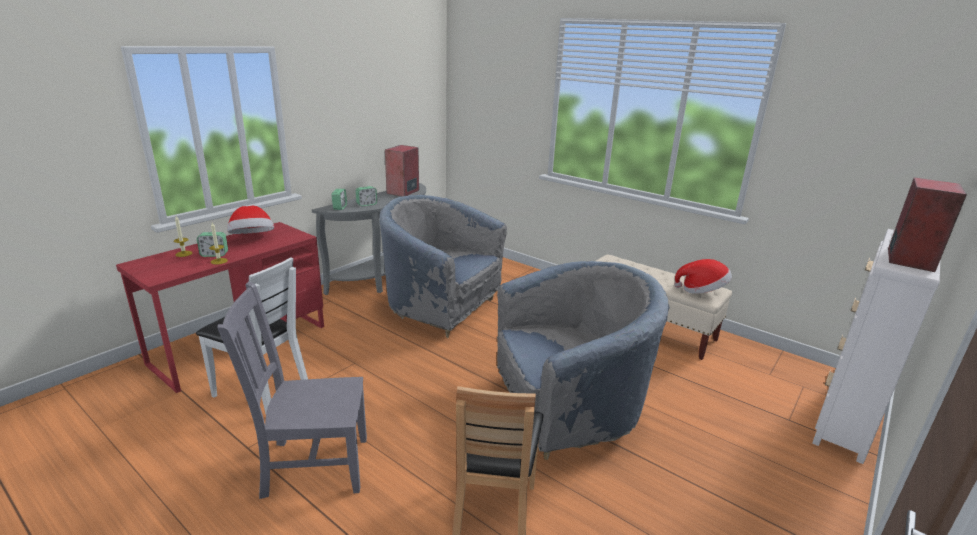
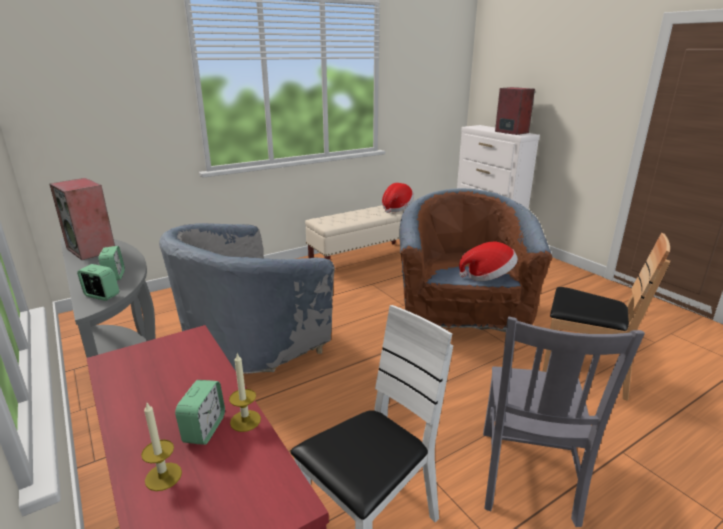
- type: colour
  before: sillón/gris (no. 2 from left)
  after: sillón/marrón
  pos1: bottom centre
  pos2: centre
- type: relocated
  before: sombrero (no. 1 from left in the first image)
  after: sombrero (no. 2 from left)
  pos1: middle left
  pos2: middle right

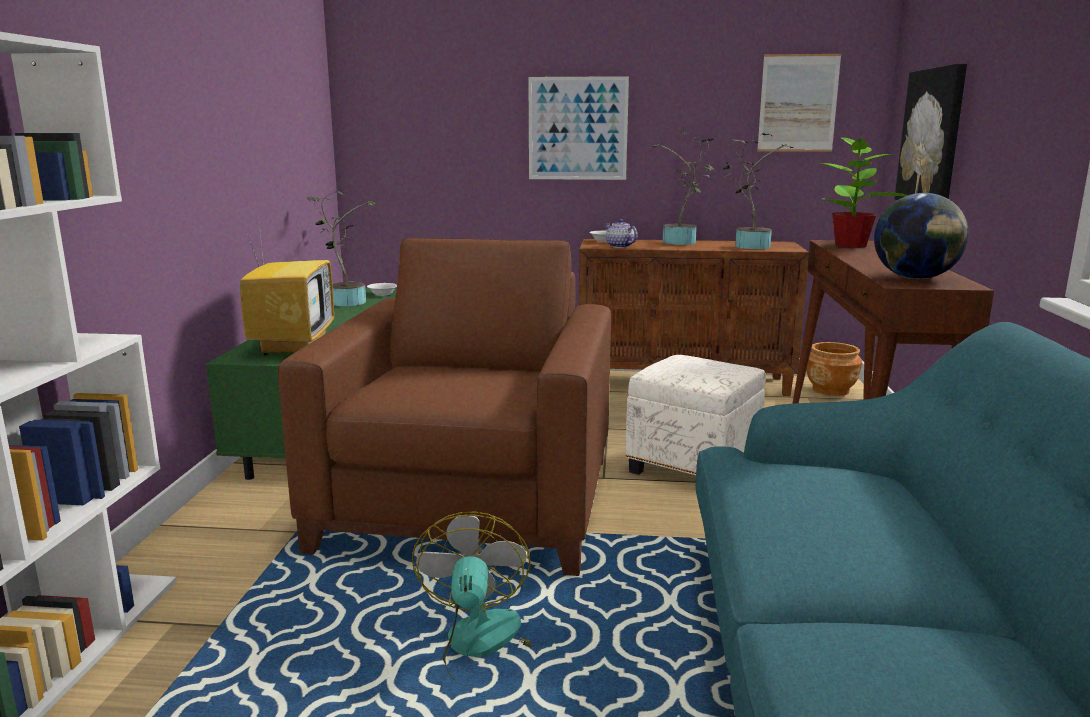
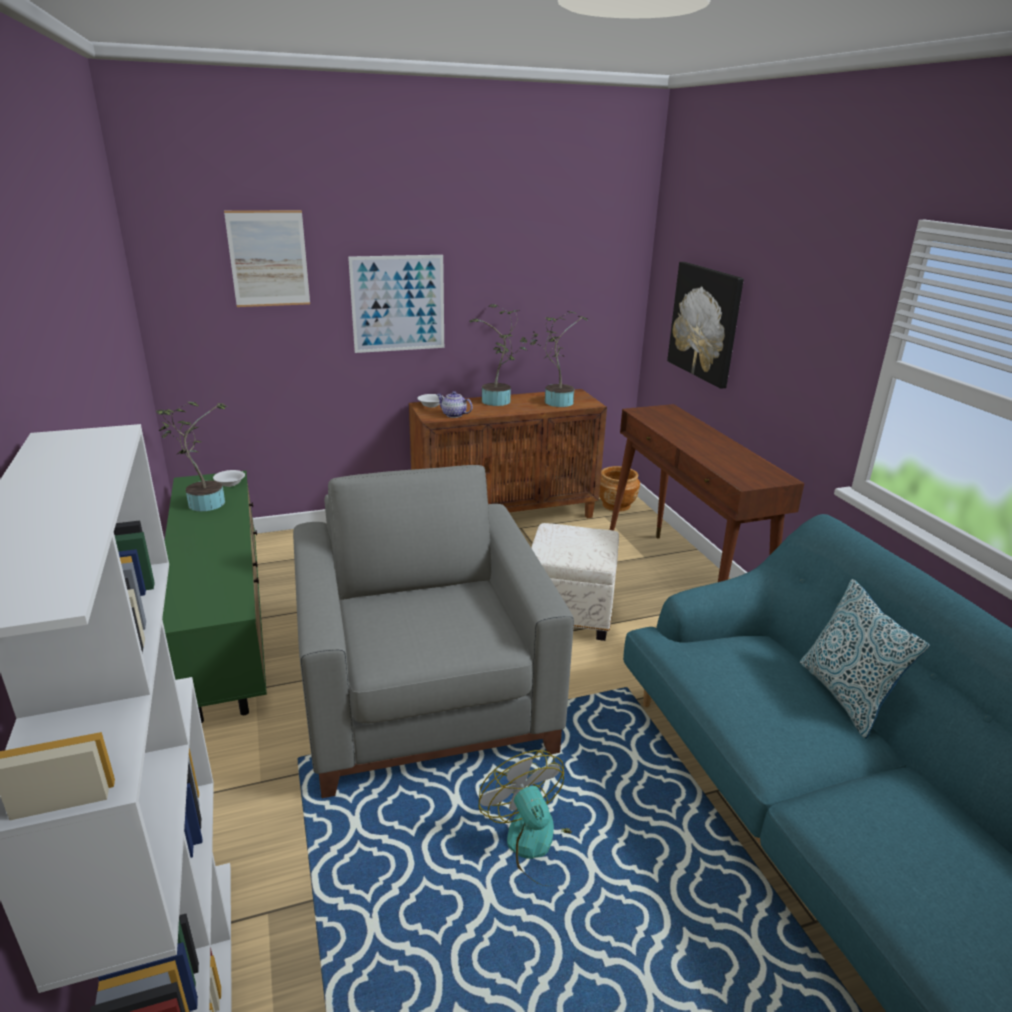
- type: relocated
  before: cuadro (no. 2 from left in the first image)
  after: cuadro (no. 1 from left)
  pos1: top right
  pos2: top left
- type: colour
  before: sillón/marrón
  after: sillón/gris
  pos1: centre
  pos2: centre
- type: appeared
  after: cojín
  pos2: middle right
- type: missing
  before: televisor
  pos1: middle left
- type: missing
  before: planta en maceta (no. 4 from left)
  pos1: top right
- type: missing
  before: globo terráqueo
  pos1: top right

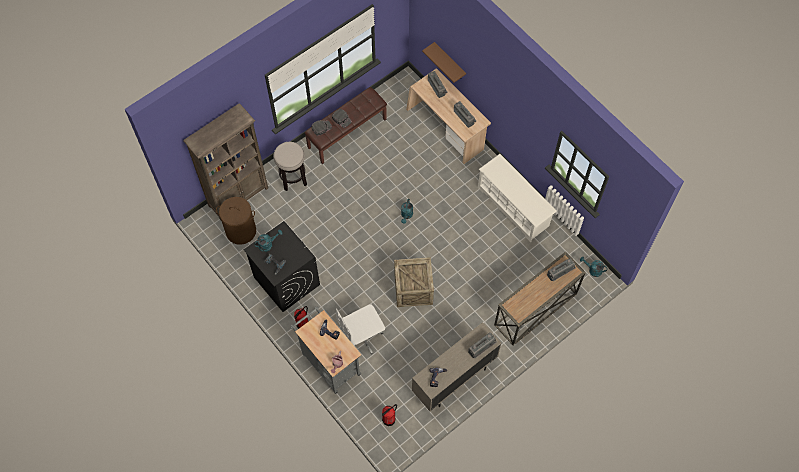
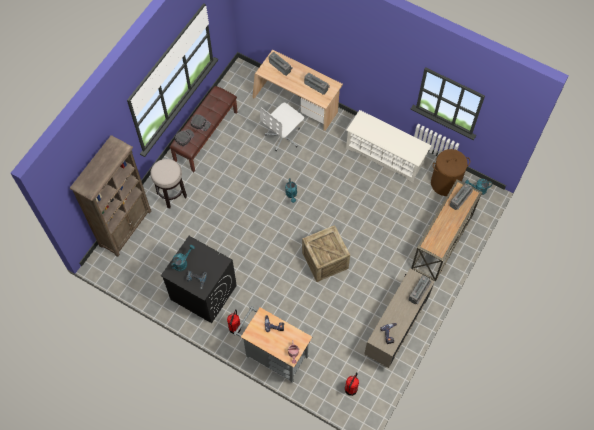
- type: relocated
  before: silla de oficina/blanco
  pos1: bottom centre
  pos2: top centre
- type: relocated
  before: cesto de la ropa/marrón
  pos1: middle left
  pos2: middle right
- type: missing
  before: estante/marrón
  pos1: top centre

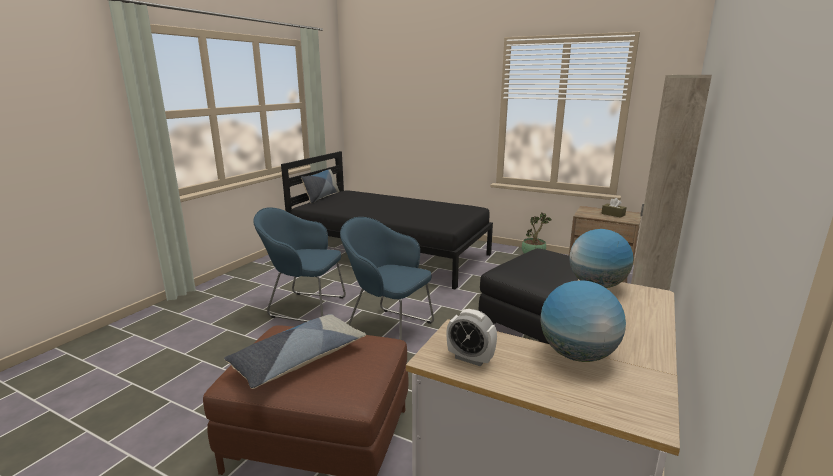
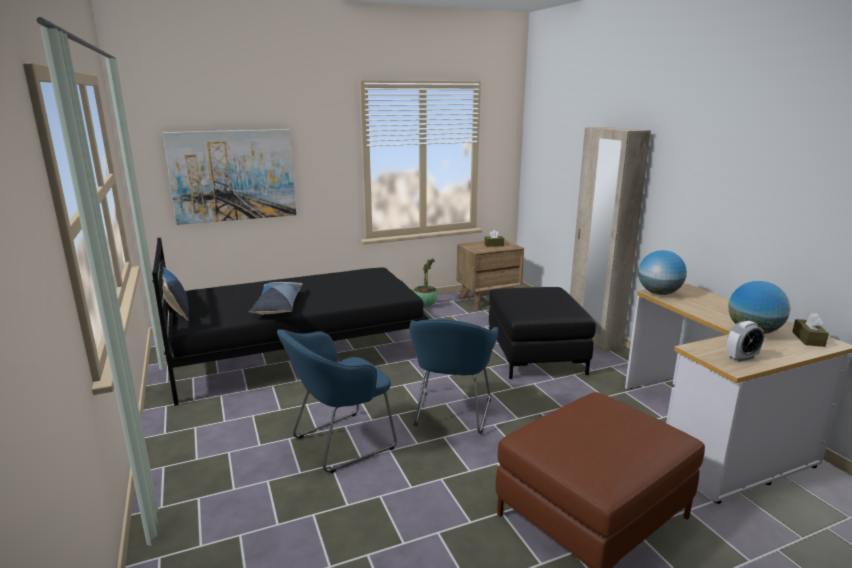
- type: appeared
  after: cuadro
  pos2: top left
- type: relocated
  before: cojín (no. 1 from left in the first image)
  after: cojín (no. 2 from left)
  pos1: bottom centre
  pos2: middle left
- type: spun
  before: sillón/azul (no. 2 from left)
  pos1: centre
  pos2: centre
  turn: -60
- type: appeared
  after: caja de pañuelos/marrón (no. 2 from left)
  pos2: middle right

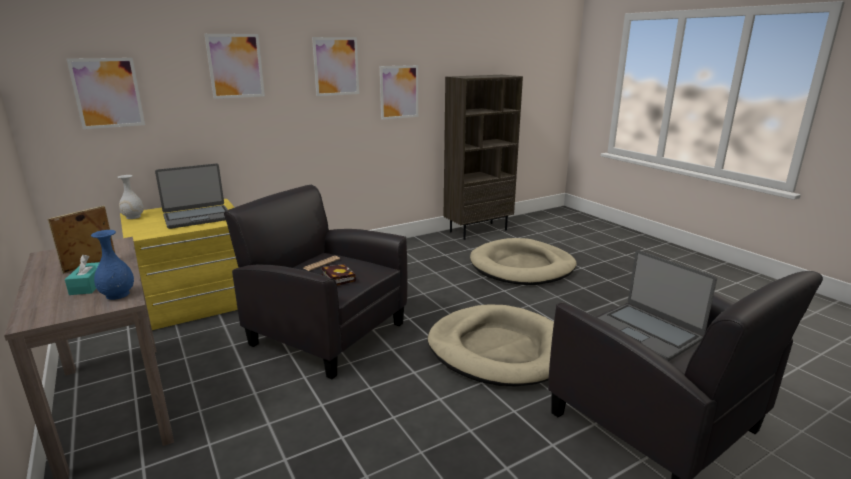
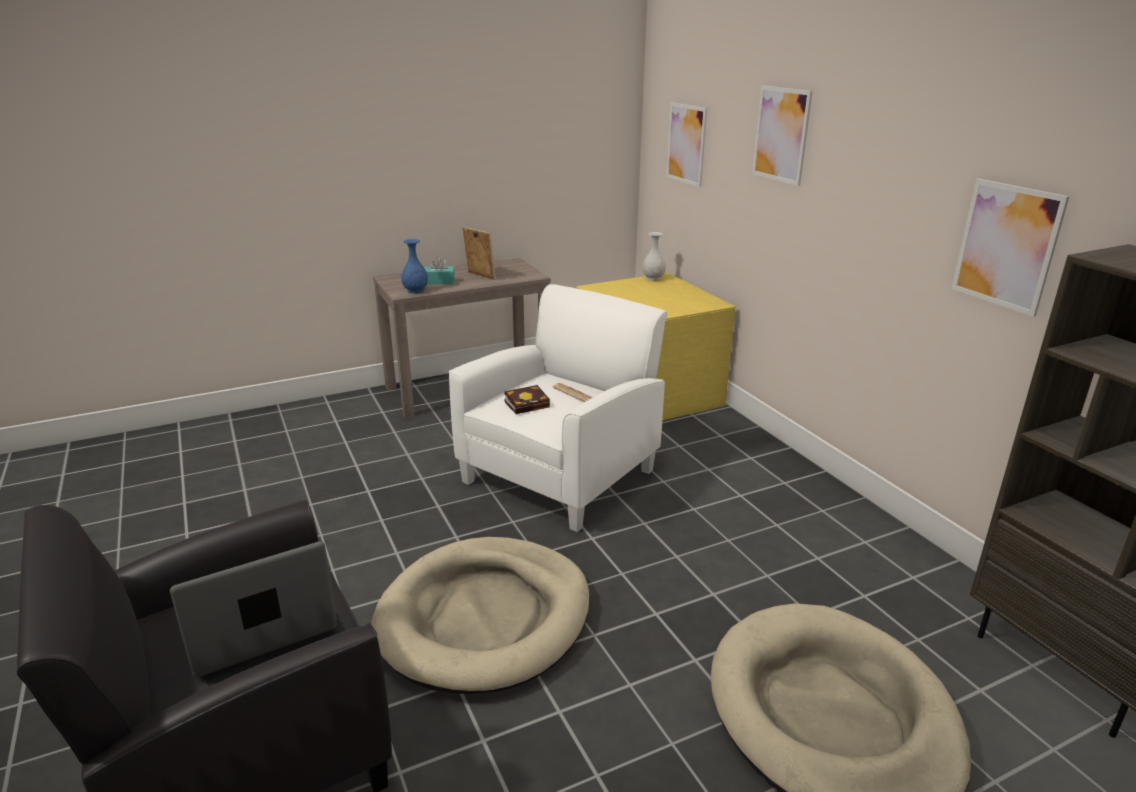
- type: colour
  before: sillón/negro (no. 1 from left)
  after: sillón/blanco
  pos1: centre
  pos2: centre
- type: missing
  before: portátil (no. 1 from left)
  pos1: middle left
- type: missing
  before: cuadro (no. 3 from left)
  pos1: top centre

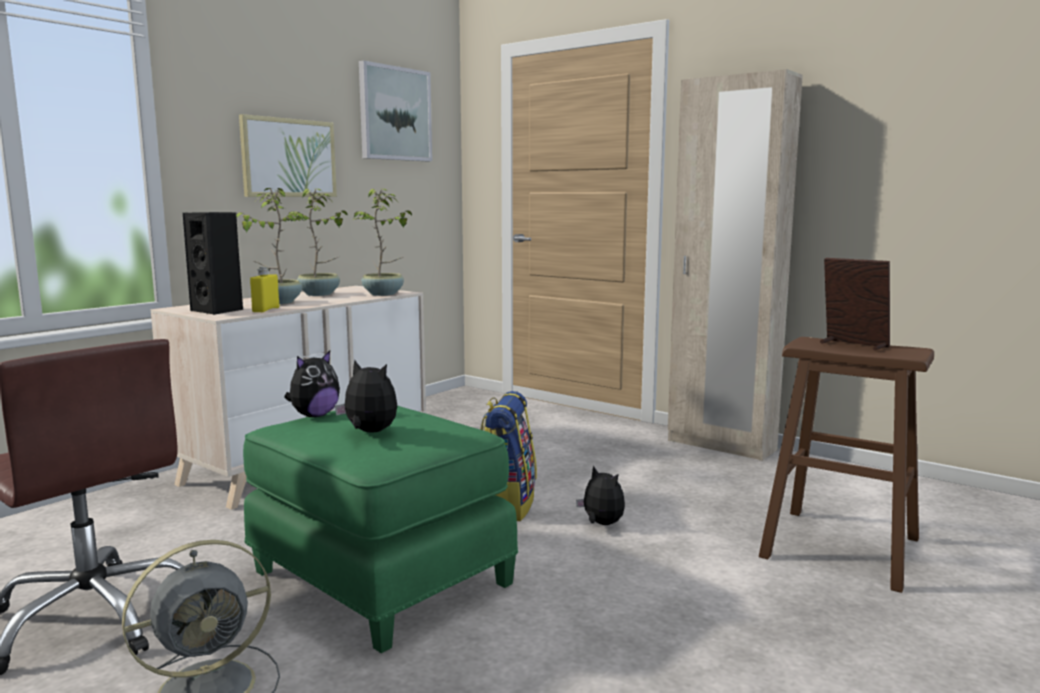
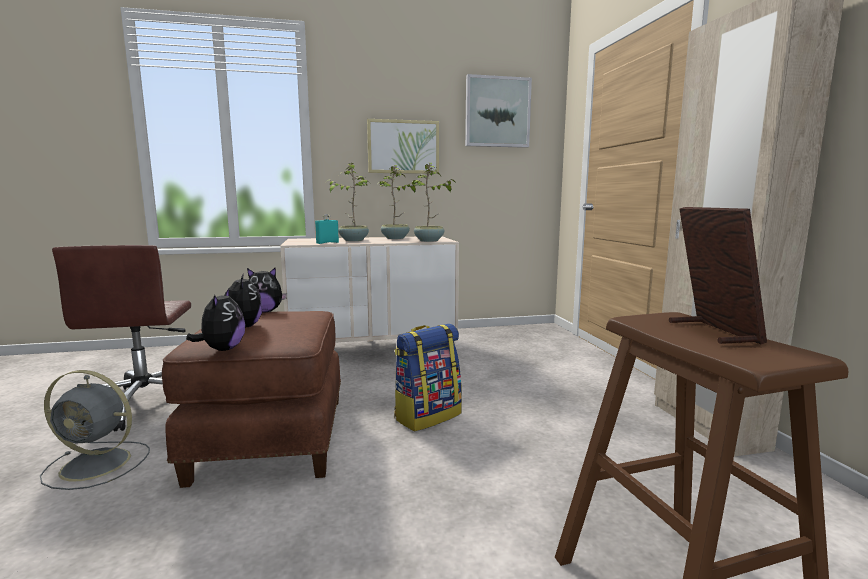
- type: colour
  before: puf/verde
  after: puf/marrón
  pos1: bottom centre
  pos2: bottom left
- type: relocated
  before: peluche (no. 3 from left in the first image)
  after: peluche (no. 1 from left)
  pos1: bottom centre
  pos2: middle left
- type: colour
  before: botella/amarillo
  after: botella/turquesa
  pos1: middle left
  pos2: centre
- type: missing
  before: altavoz/negro
  pos1: middle left

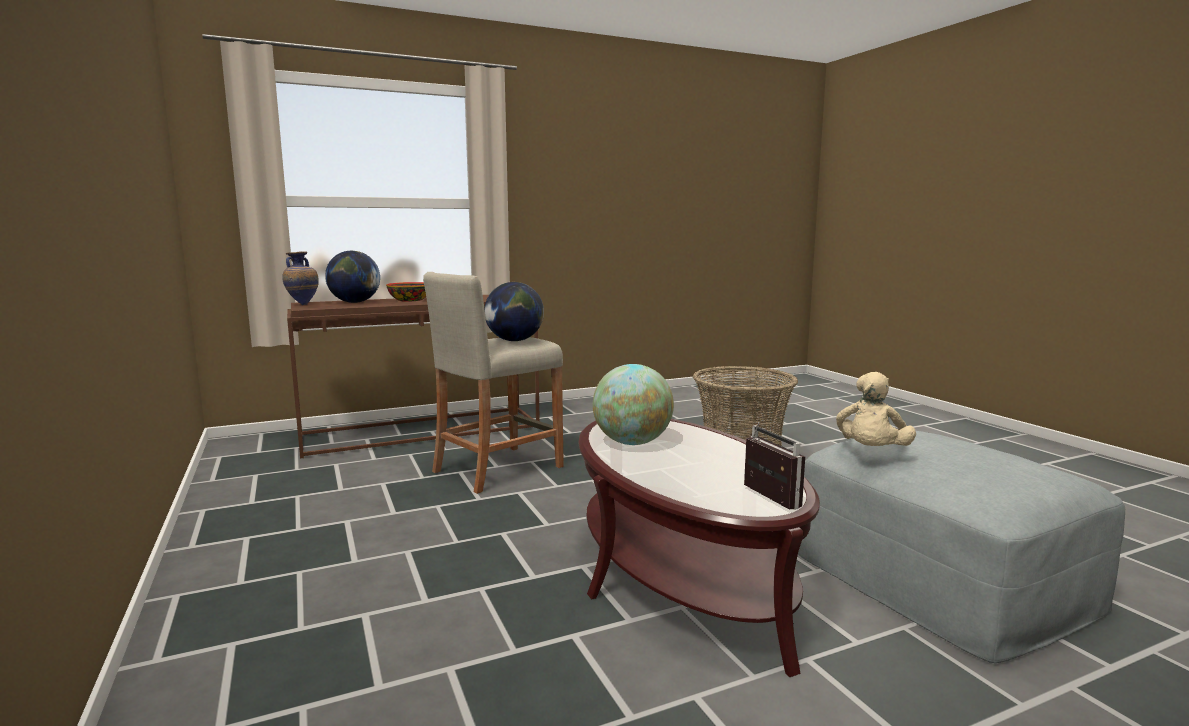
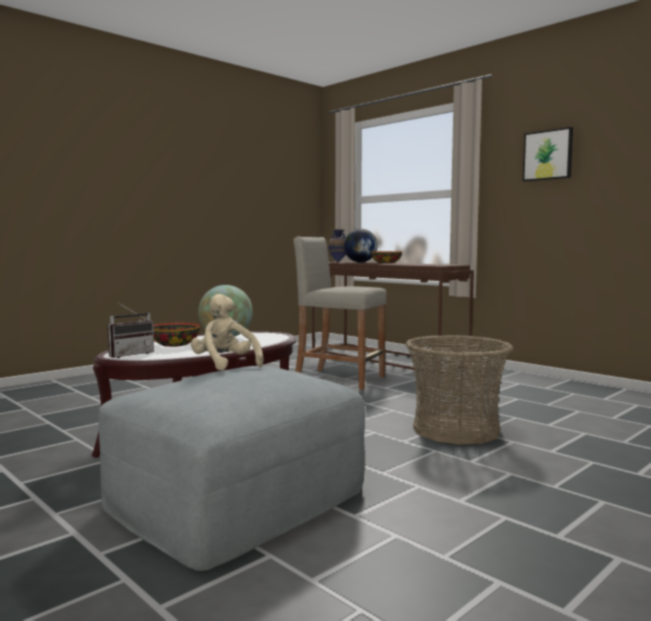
- type: appeared
  after: cuenco (no. 1 from left)
  pos2: middle left
- type: spun
  before: peluche/beis
  pos1: middle right
  pos2: centre
  turn: 45
- type: appeared
  after: cuadro
  pos2: top right
- type: missing
  before: globo terráqueo (no. 2 from left)
  pos1: centre

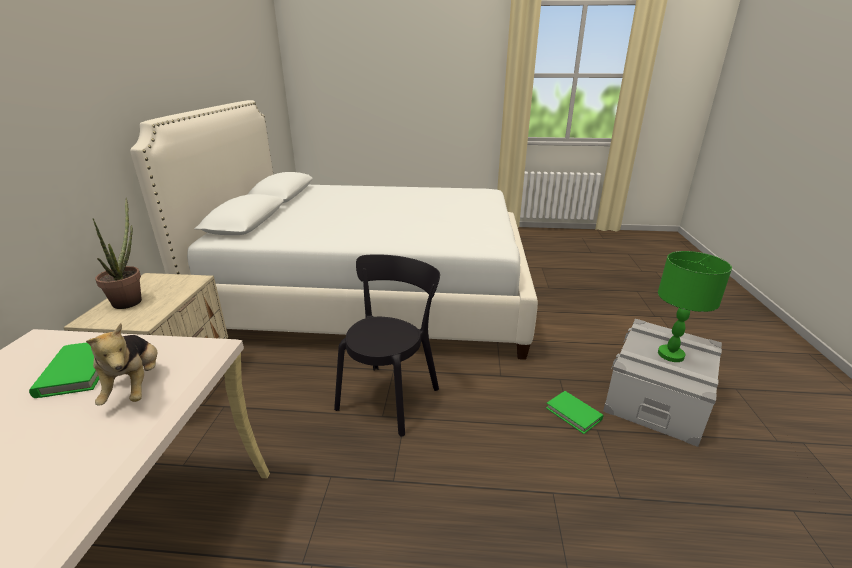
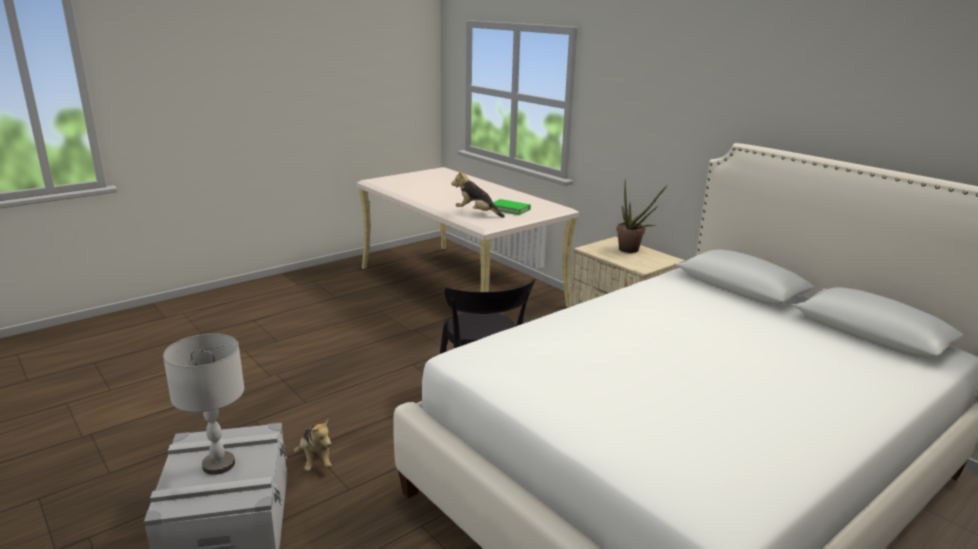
- type: colour
  before: lámpara de mesa/verde
  after: lámpara de mesa/gris
  pos1: middle right
  pos2: bottom left
- type: exchanged
  before: libro/verde (no. 2 from left)
  after: peluche (no. 1 from left)
  pos1: bottom right
  pos2: bottom left

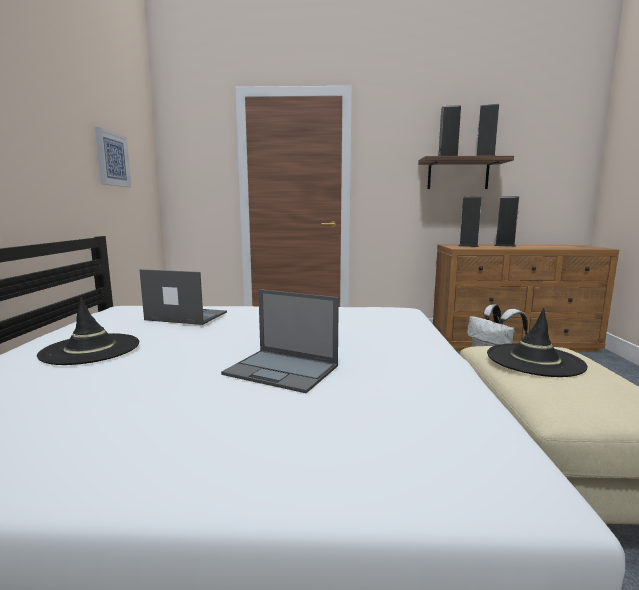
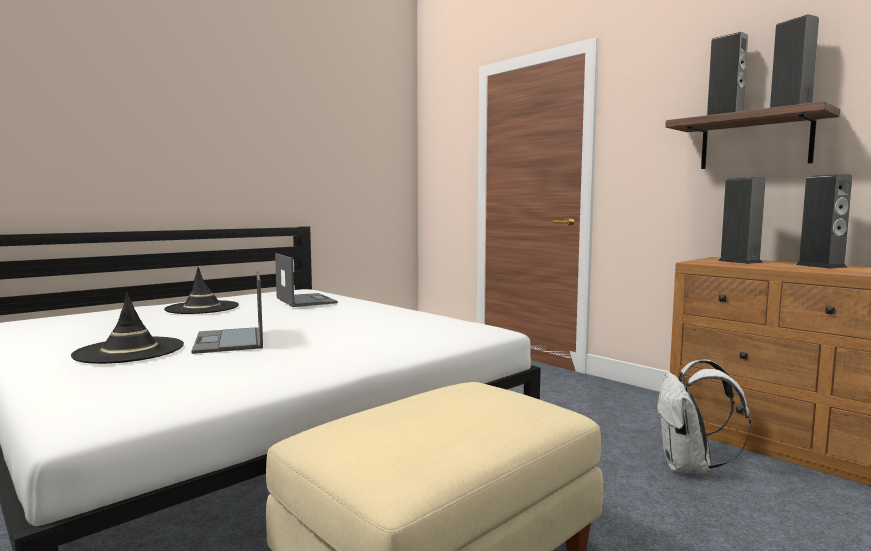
- type: relocated
  before: sombrero/negro (no. 2 from left in the first image)
  after: sombrero/negro (no. 1 from left)
  pos1: middle right
  pos2: middle left
- type: missing
  before: cuadro
  pos1: top left

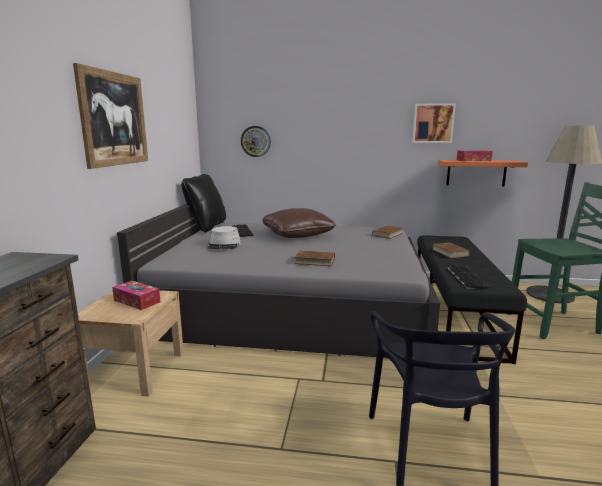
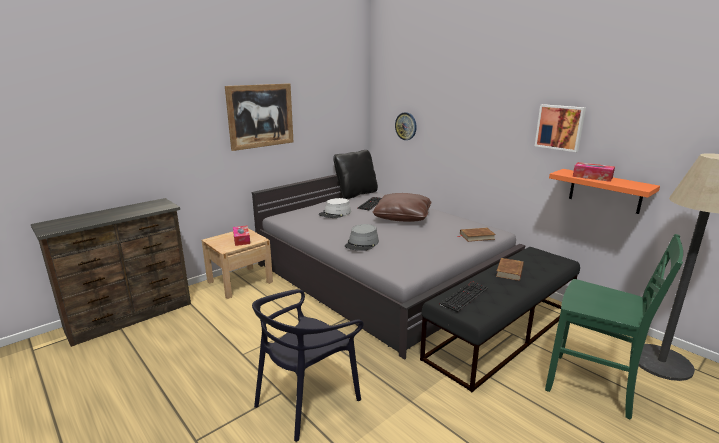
- type: exchanged
  before: libro/marrón (no. 1 from left)
  after: sombrero/gris (no. 2 from left)
  pos1: centre
  pos2: centre

